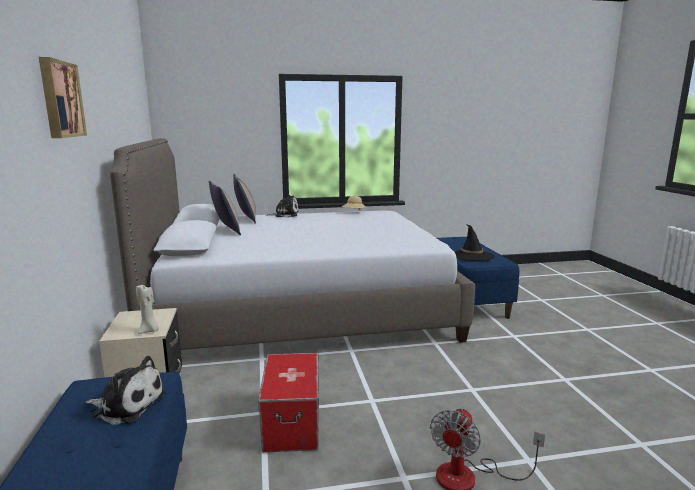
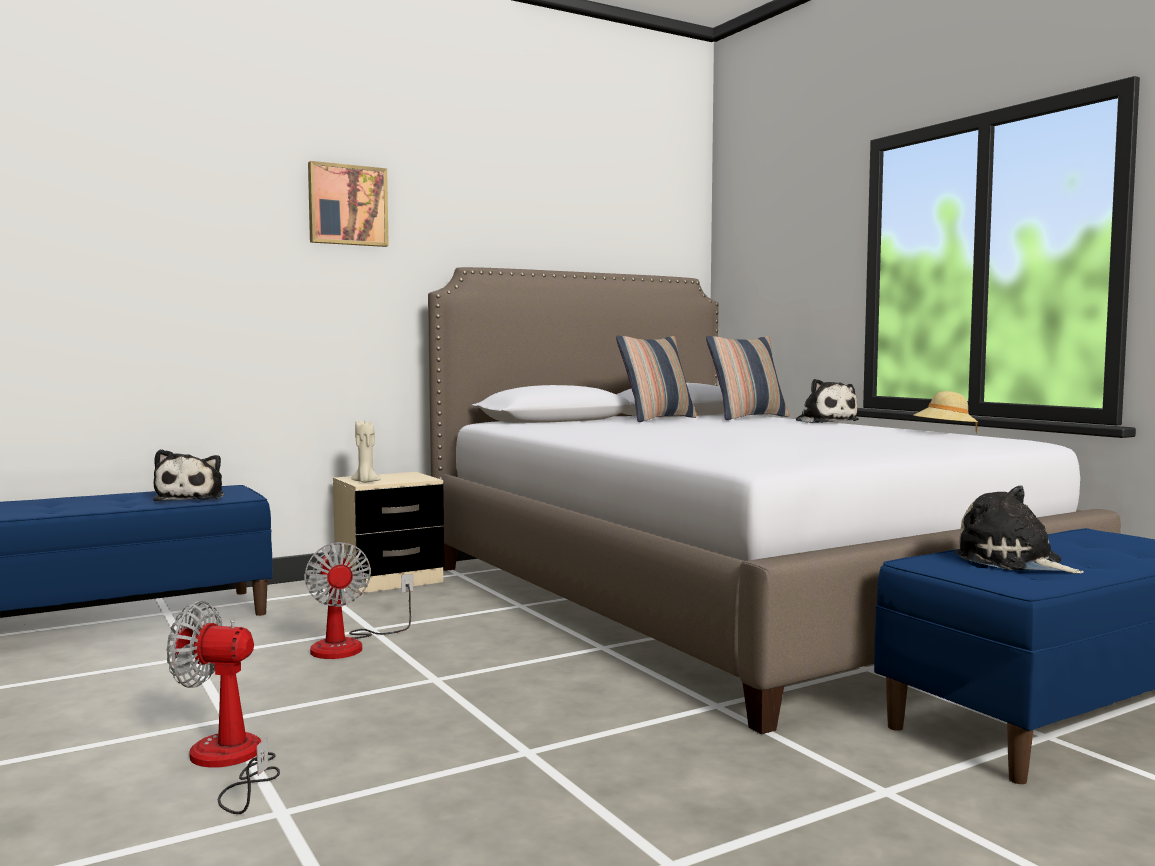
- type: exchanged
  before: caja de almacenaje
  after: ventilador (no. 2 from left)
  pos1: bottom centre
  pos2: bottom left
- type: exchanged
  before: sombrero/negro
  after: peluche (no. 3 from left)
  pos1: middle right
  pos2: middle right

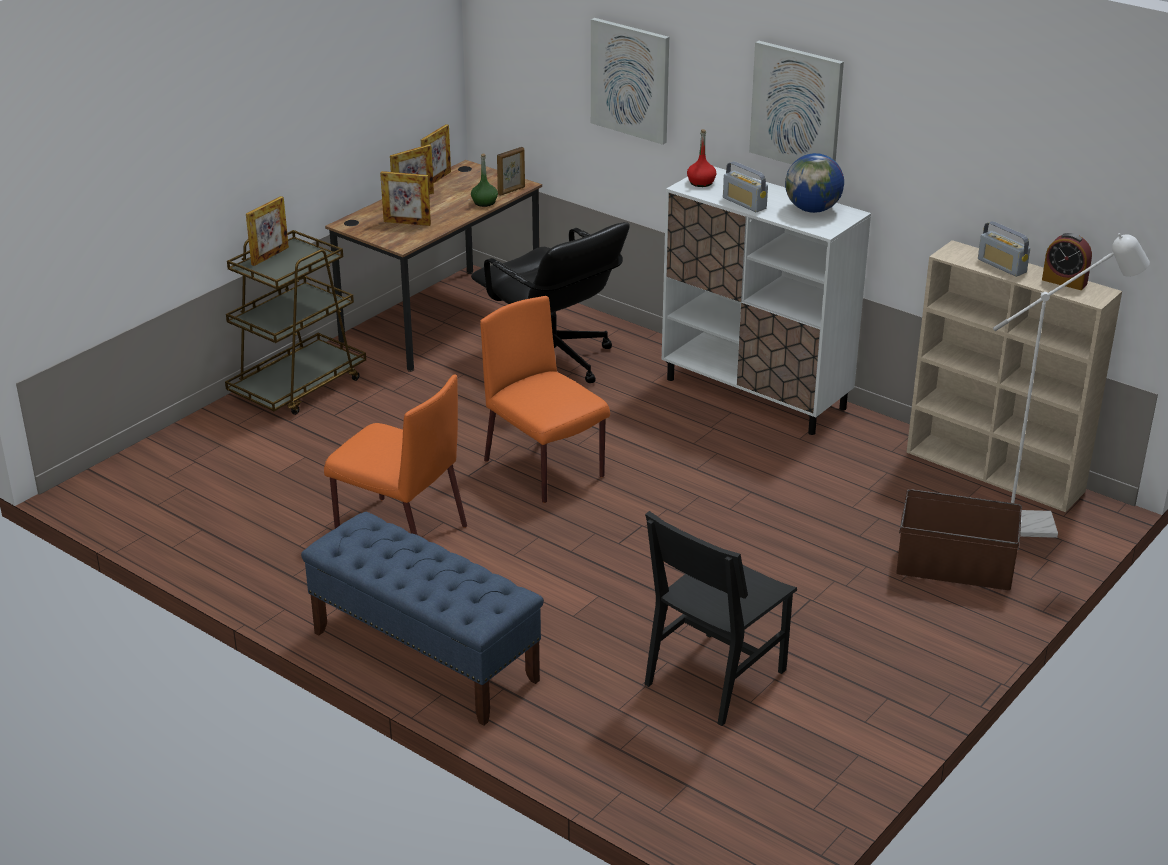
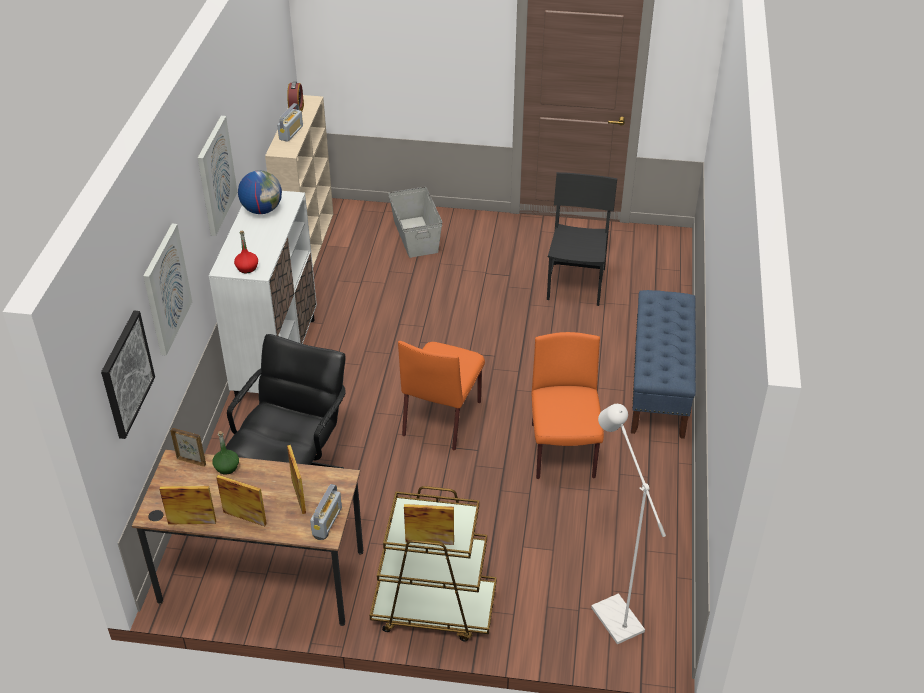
- type: appeared
  after: cuadro (no. 1 from left)
  pos2: middle left
- type: relocated
  before: radio (no. 1 from left in the first image)
  after: radio (no. 2 from left)
  pos1: top centre
  pos2: bottom centre
- type: colour
  before: caja de almacenaje/marrón
  after: caja de almacenaje/gris
  pos1: middle right
  pos2: top centre
- type: spun
  before: silla/negro
  pos1: bottom centre
  pos2: centre
  turn: -90
- type: relocated
  before: lámpara de pie/blanco
  pos1: middle right
  pos2: bottom right

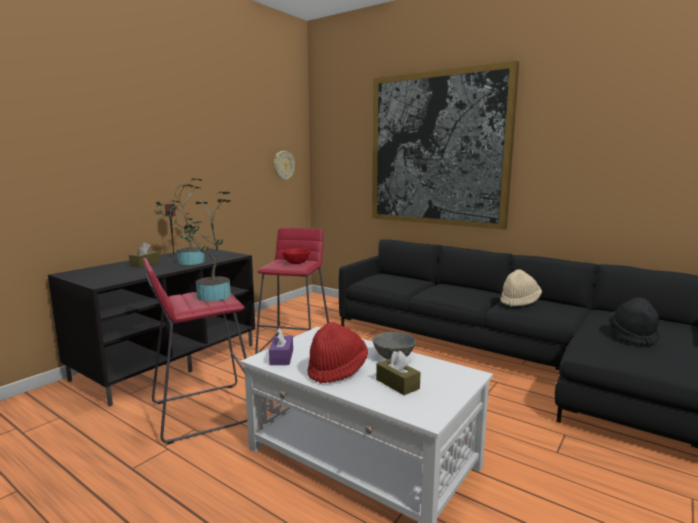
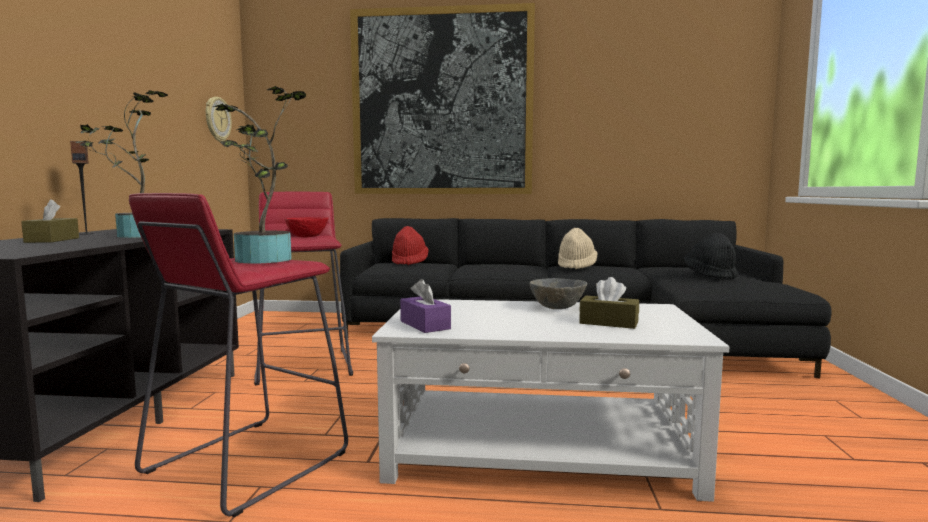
- type: relocated
  before: sombrero/rojo
  pos1: bottom centre
  pos2: centre

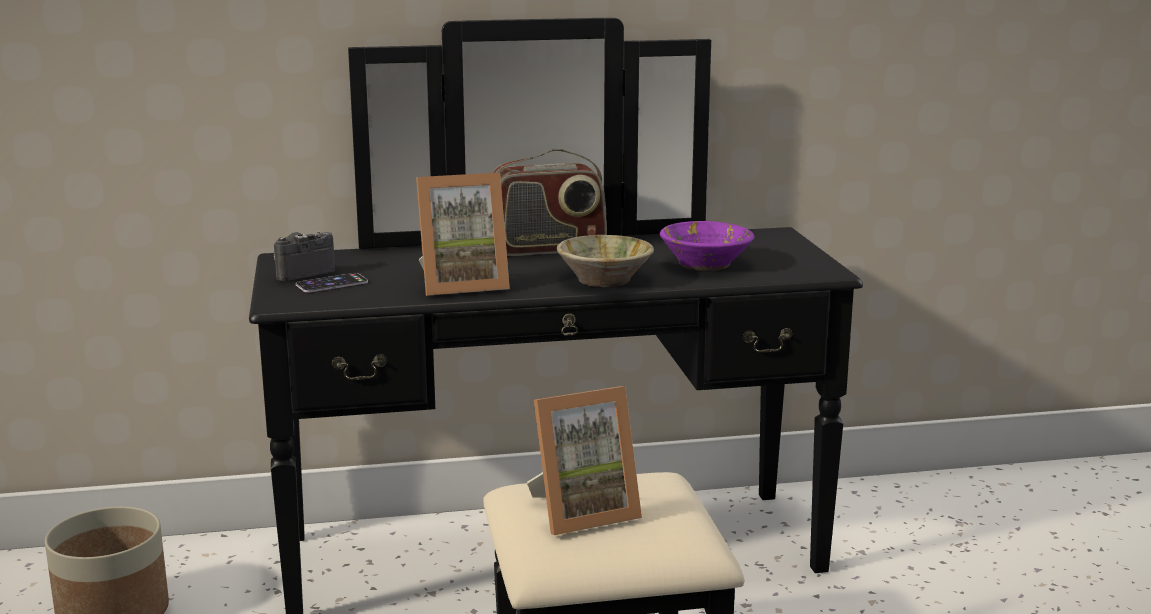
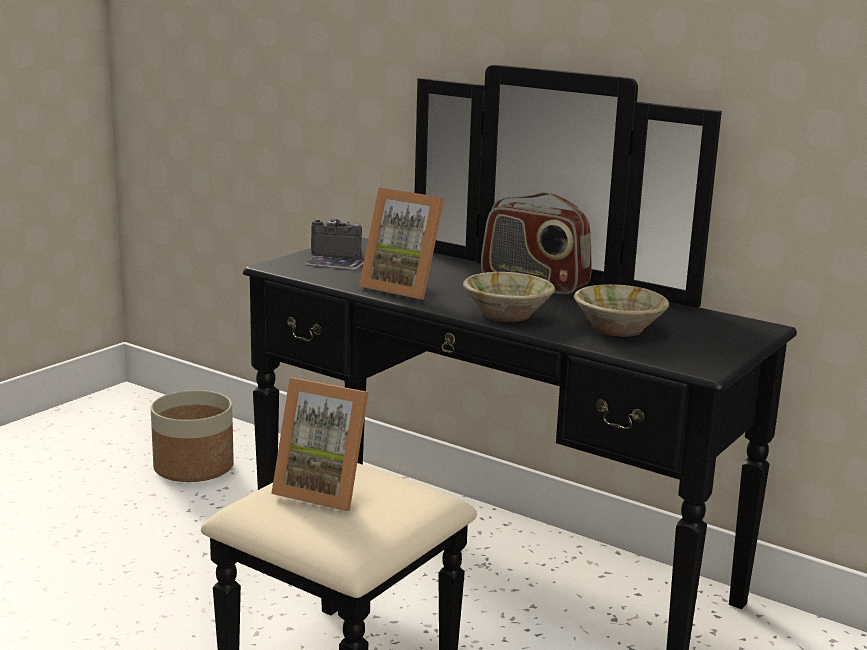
- type: colour
  before: cuenco/morado
  after: cuenco/beis (no. 2 from left)
  pos1: centre
  pos2: middle right

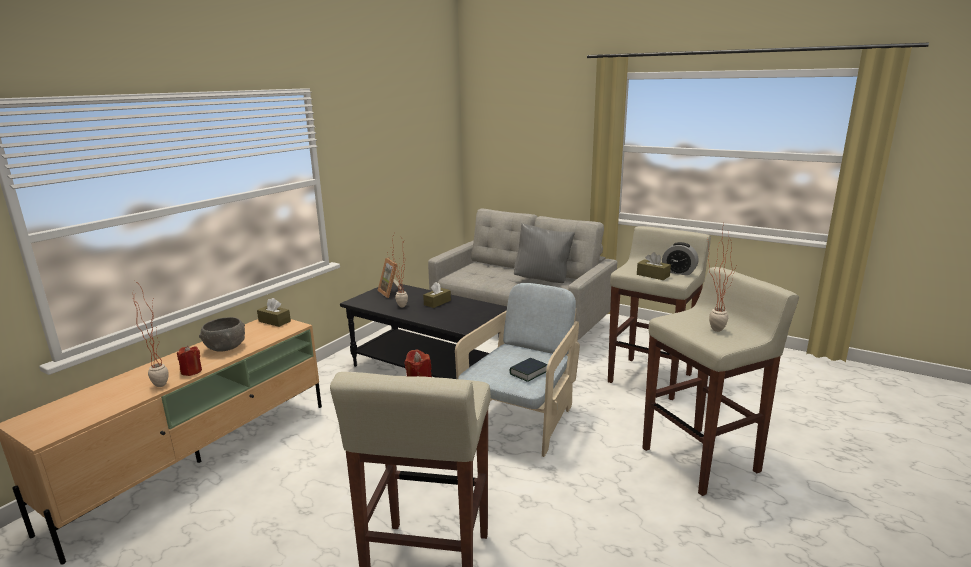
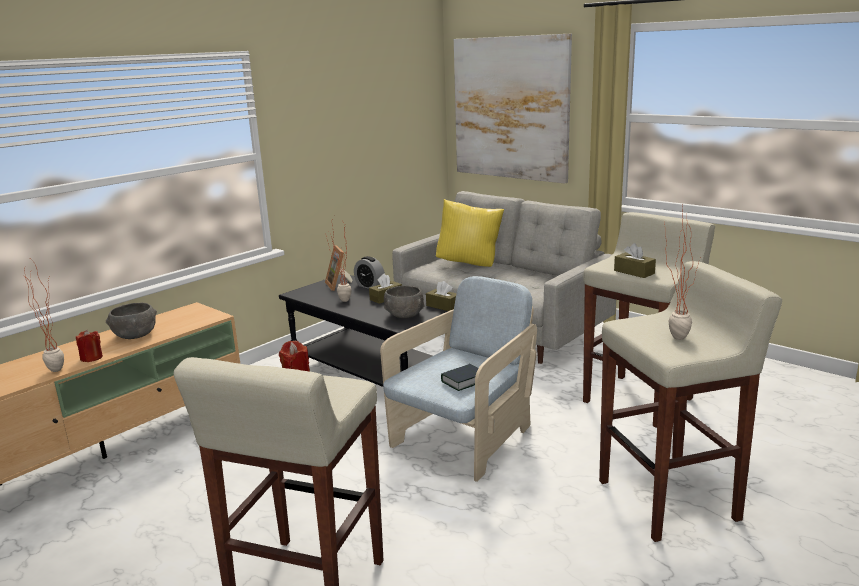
- type: relocated
  before: despertador
  pos1: middle right
  pos2: centre
- type: appeared
  after: cuenco/gris (no. 2 from left)
  pos2: centre
- type: relocated
  before: caja de pañuelos/marrón (no. 1 from left in the first image)
  after: caja de pañuelos/marrón (no. 2 from left)
  pos1: middle left
  pos2: centre
- type: appeared
  after: cojín/amarillo
  pos2: centre
- type: appeared
  after: cuadro
  pos2: top centre
- type: missing
  before: cojín/gris
  pos1: centre

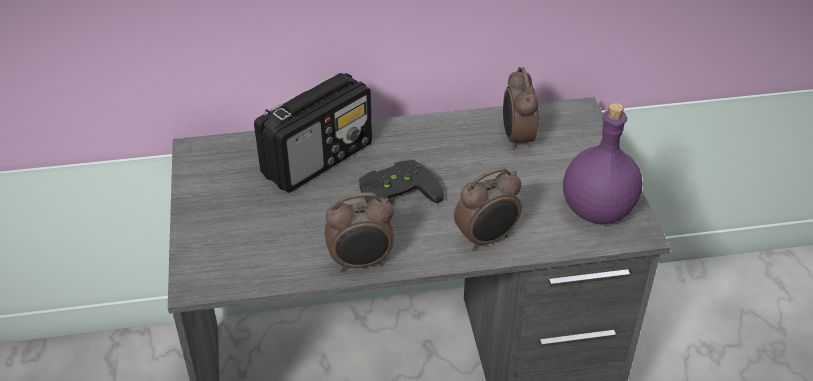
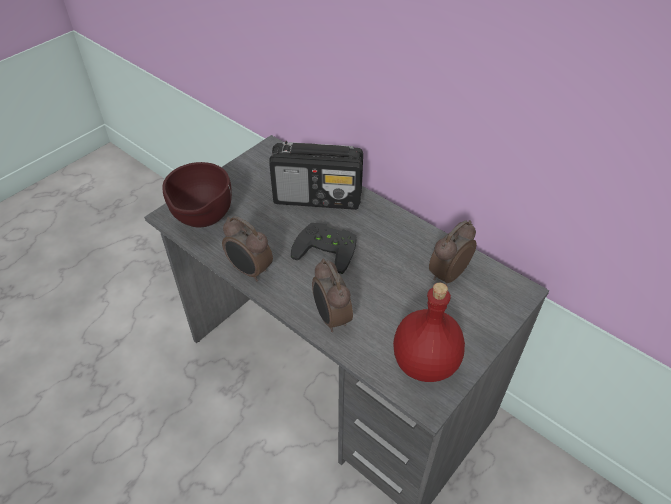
- type: appeared
  after: cuenco/marrón
  pos2: middle left
- type: spun
  before: despertador (no. 2 from left)
  pos1: centre
  pos2: centre
  turn: 45
- type: colour
  before: botella/morado
  after: botella/rojo
  pos1: middle right
  pos2: centre

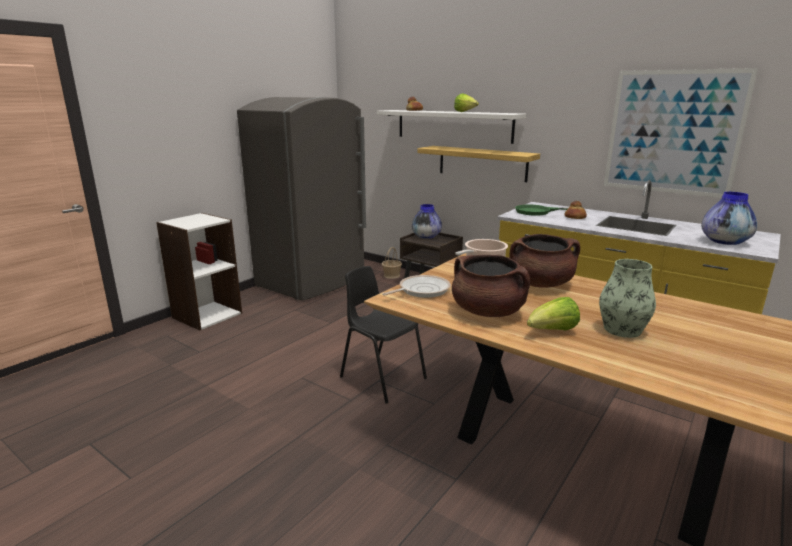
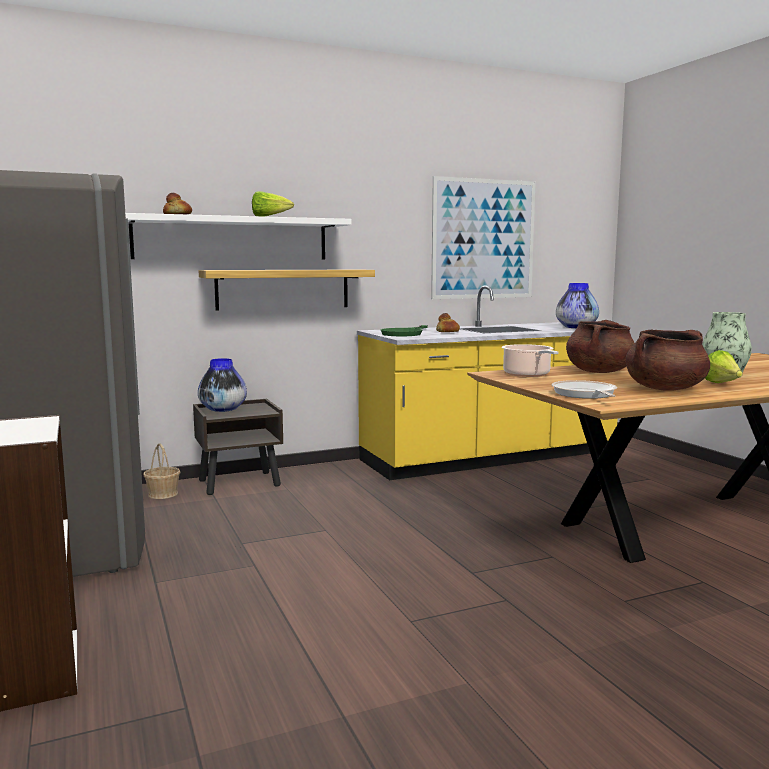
- type: missing
  before: silla/negro
  pos1: centre

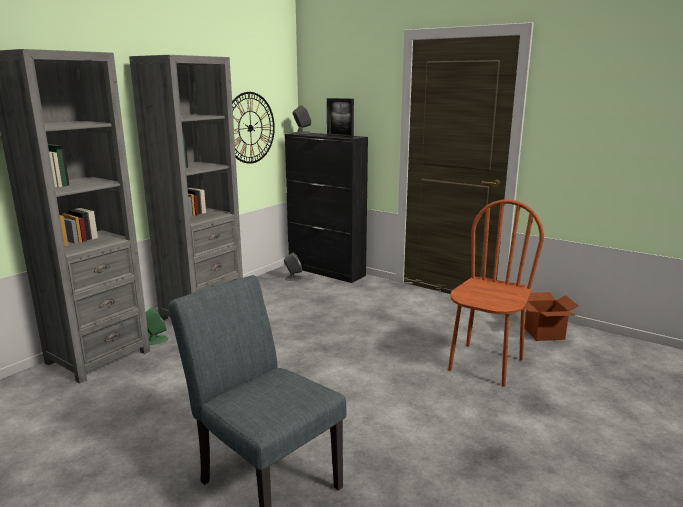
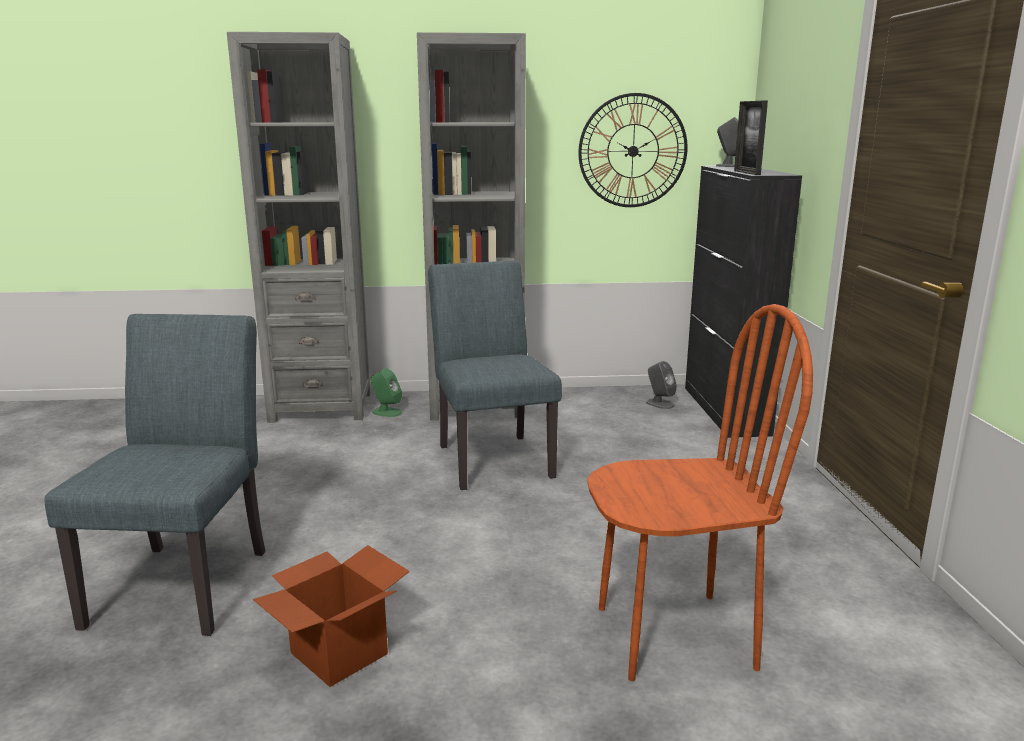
- type: relocated
  before: caja de cartón
  pos1: middle right
  pos2: bottom left
- type: appeared
  after: silla/gris (no. 2 from left)
  pos2: centre

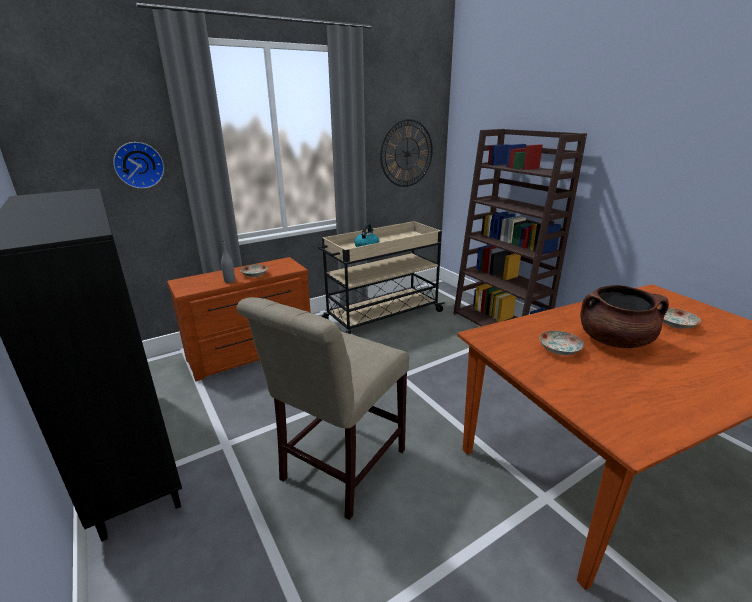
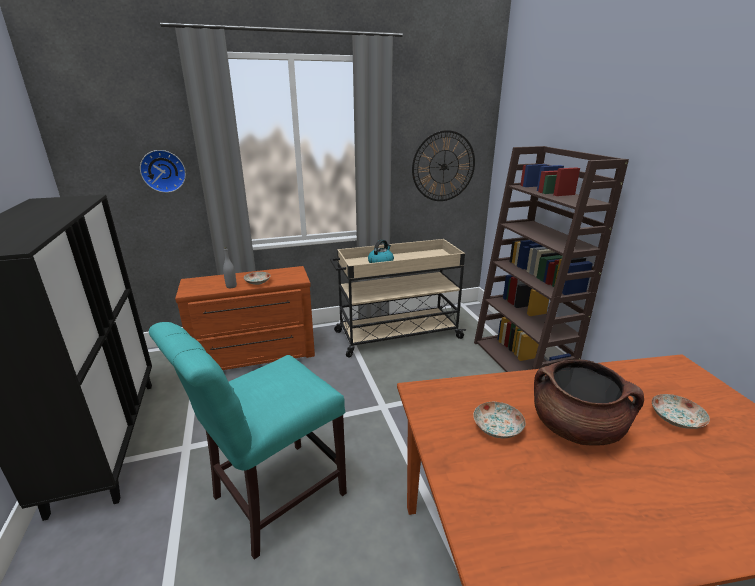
- type: colour
  before: silla/beis
  after: silla/turquesa
  pos1: bottom centre
  pos2: bottom left

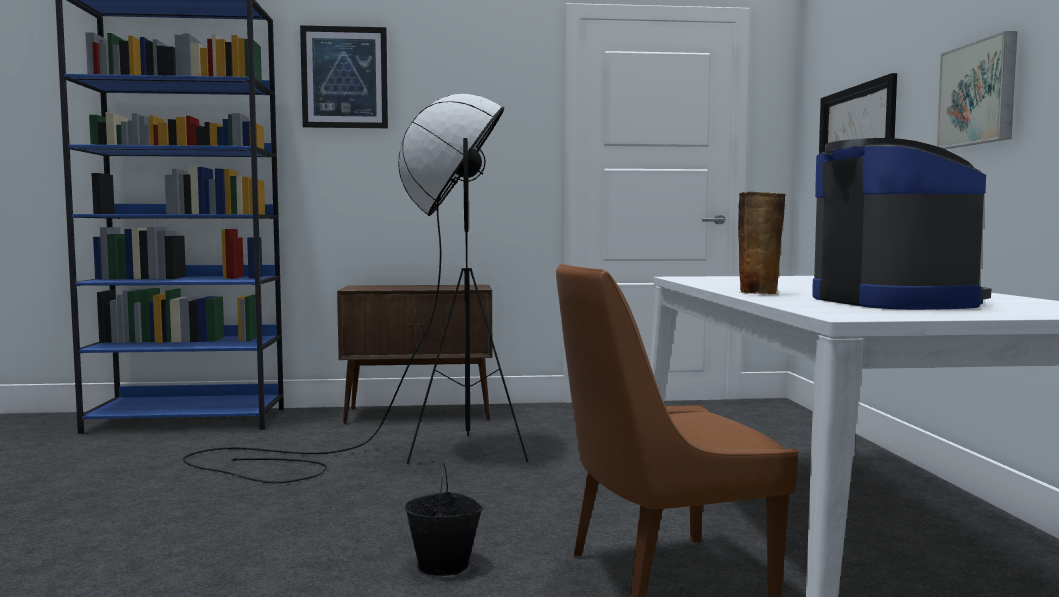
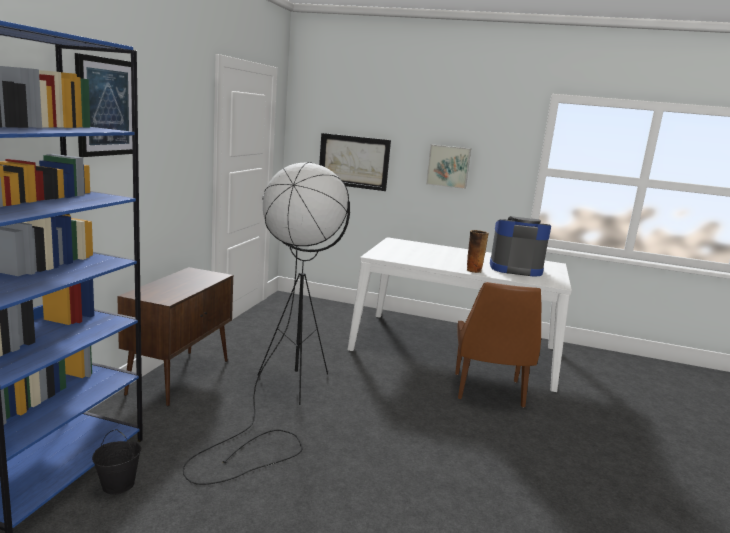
- type: relocated
  before: cubo/negro
  pos1: bottom centre
  pos2: bottom left

